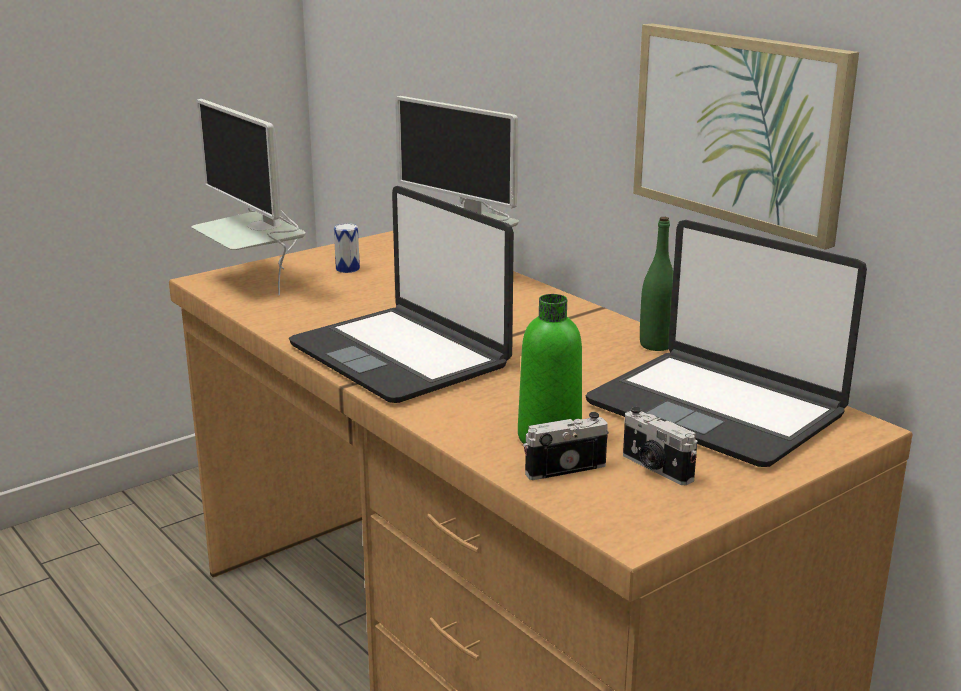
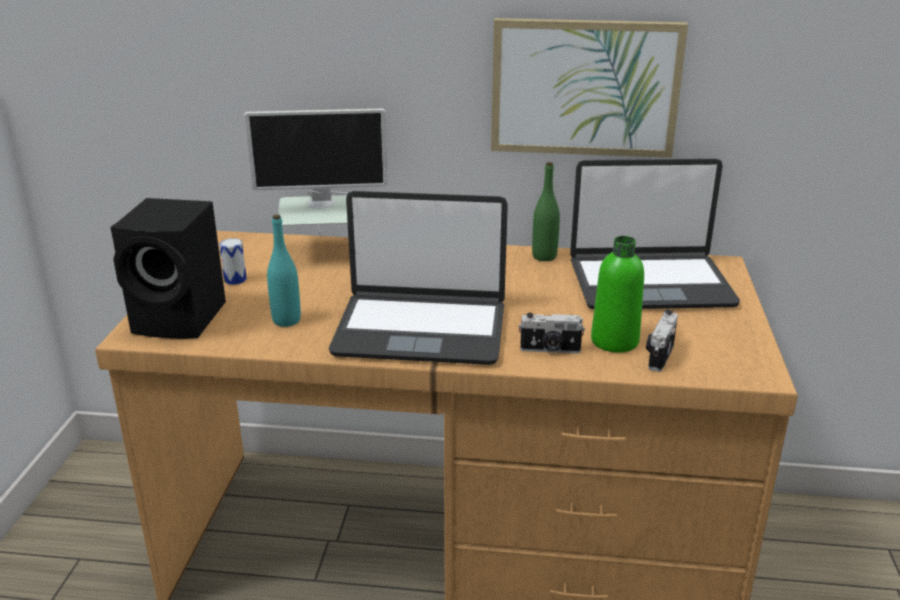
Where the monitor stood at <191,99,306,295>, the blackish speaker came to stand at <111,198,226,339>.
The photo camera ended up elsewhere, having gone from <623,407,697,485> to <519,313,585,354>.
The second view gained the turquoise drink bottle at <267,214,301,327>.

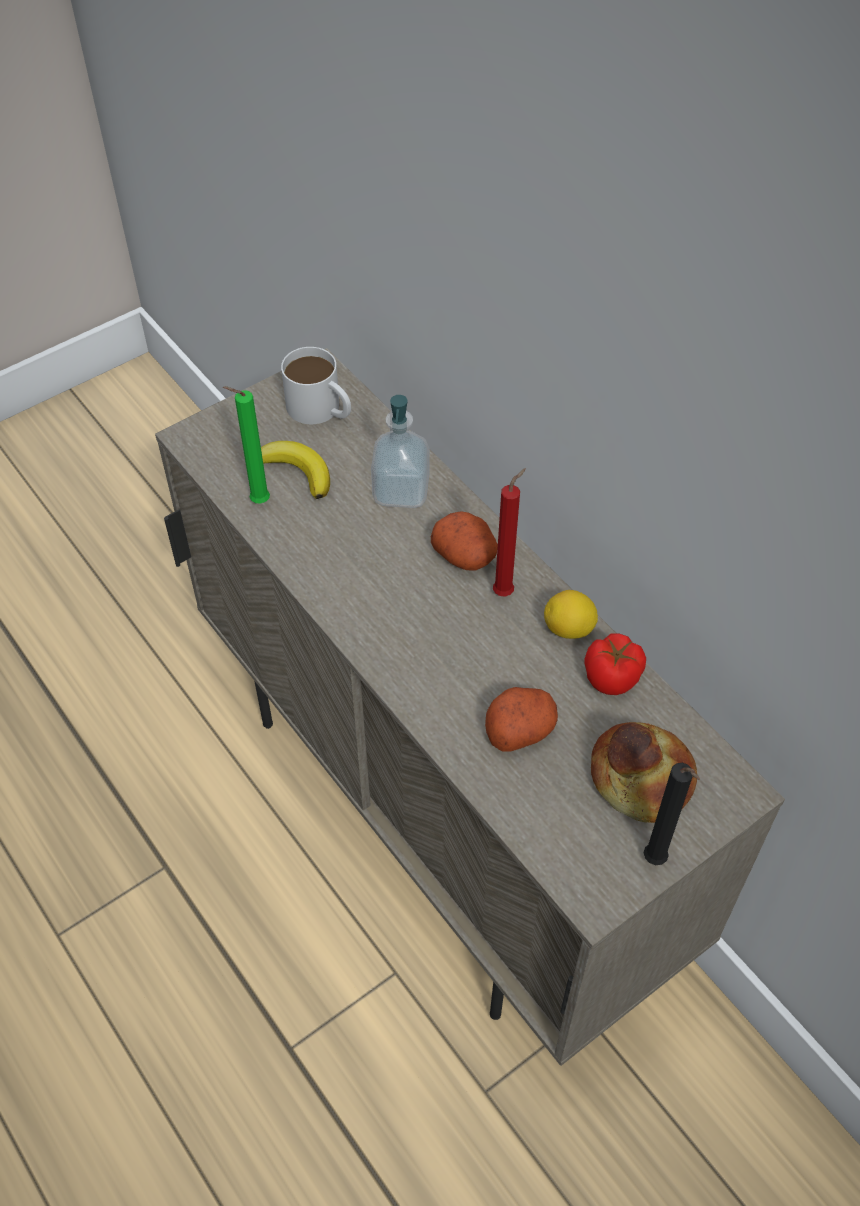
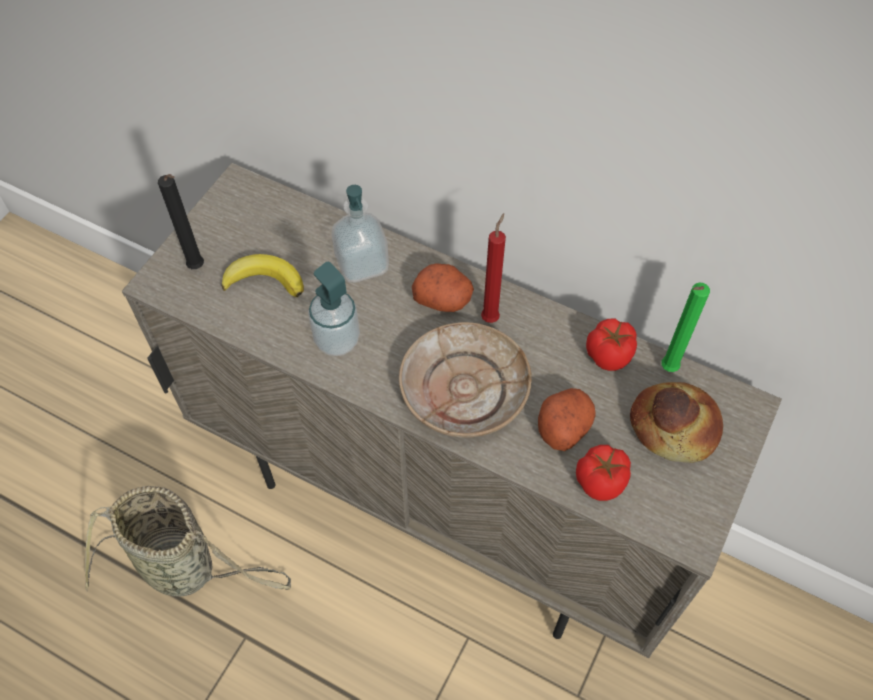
The green-coloured candle ended up elsewhere, having gone from <223,386,270,503> to <661,282,710,372>.
The second view lost the white-coloured mug at <281,347,351,424>.
The second view lost the lemon at <544,590,598,639>.
The blackish candle ended up elsewhere, having gone from <644,763,700,865> to <158,174,204,269>.
The second view gained the basket at <85,486,291,597>.
The second view gained the liquid soap bottle at <308,262,360,356>.
The second view gained the sand-coloured plate at <399,322,532,438>.
The second view gained the whole tomato at <576,445,631,501>.

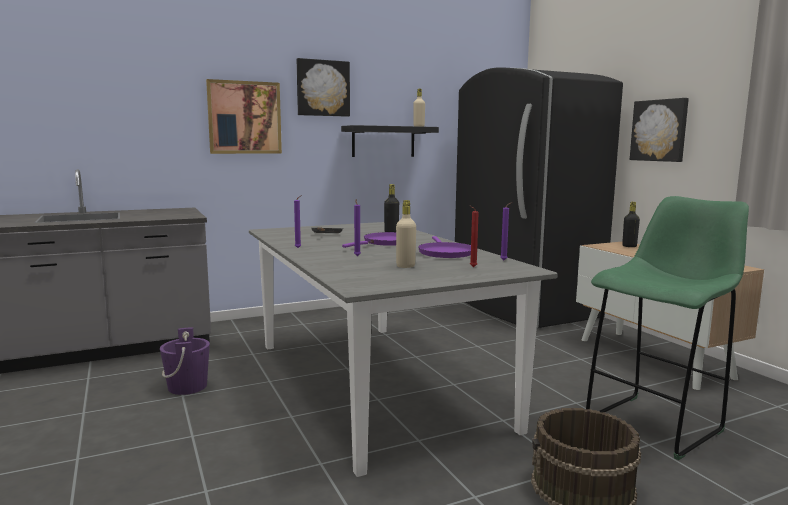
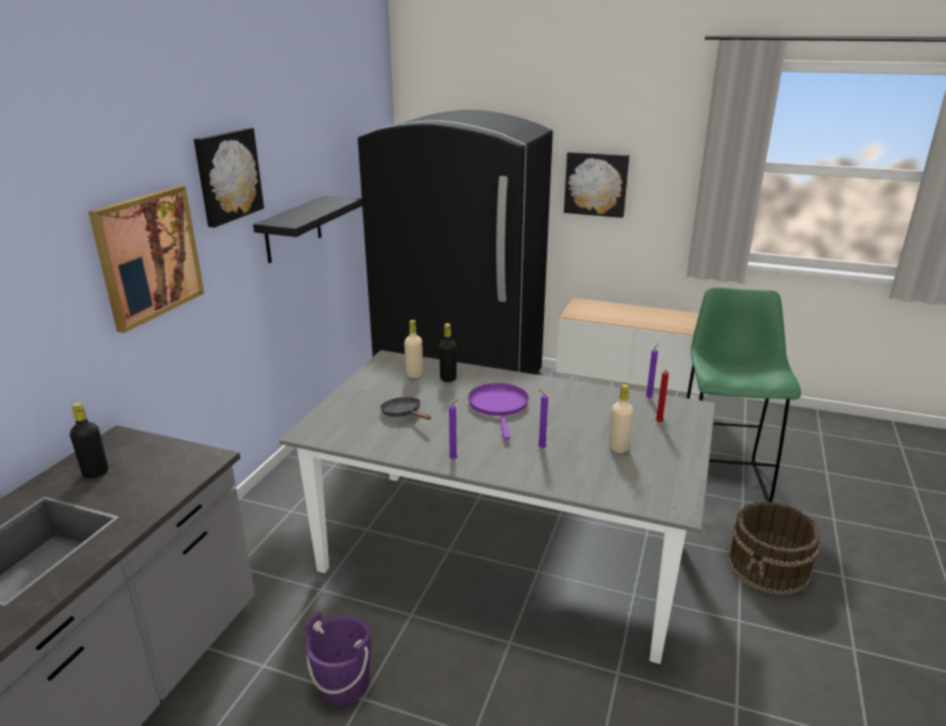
The sand-coloured drink bottle ended up elsewhere, having gone from <413,89,425,127> to <404,320,423,378>.
The second view lost the purple-coloured frying pan at <418,236,471,258>.
The blackish drink bottle ended up elsewhere, having gone from <622,202,640,247> to <70,403,108,478>.

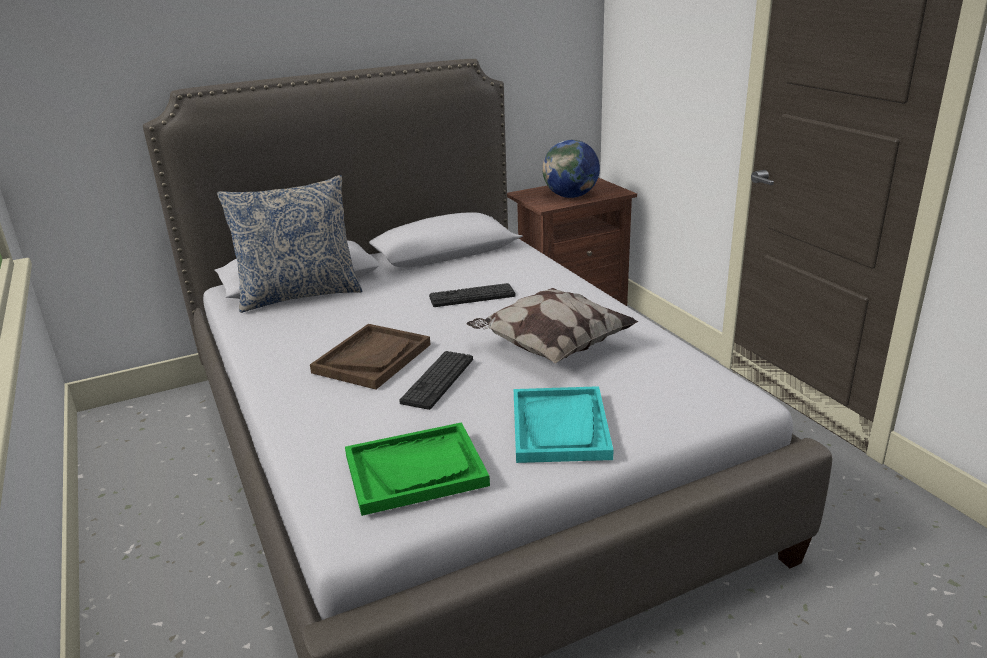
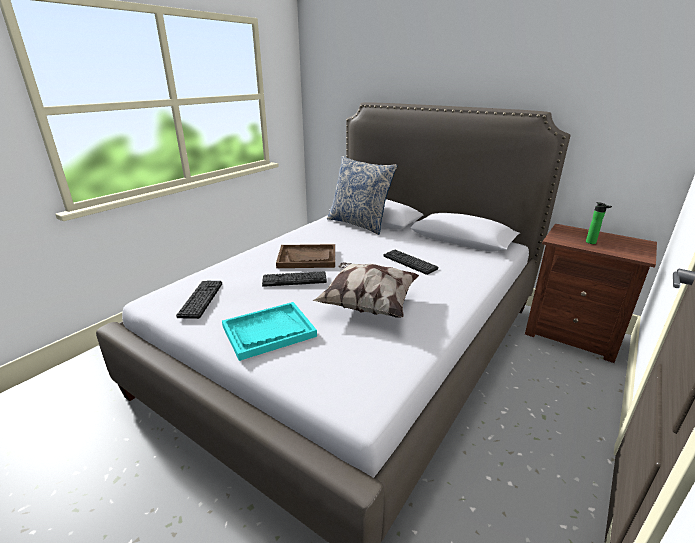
Where the green-coloured tray stood at <345,422,490,516>, the PC keyboard came to stand at <176,281,222,319>.
Where the globe stood at <542,140,600,198>, the drink bottle came to stand at <586,202,612,244>.

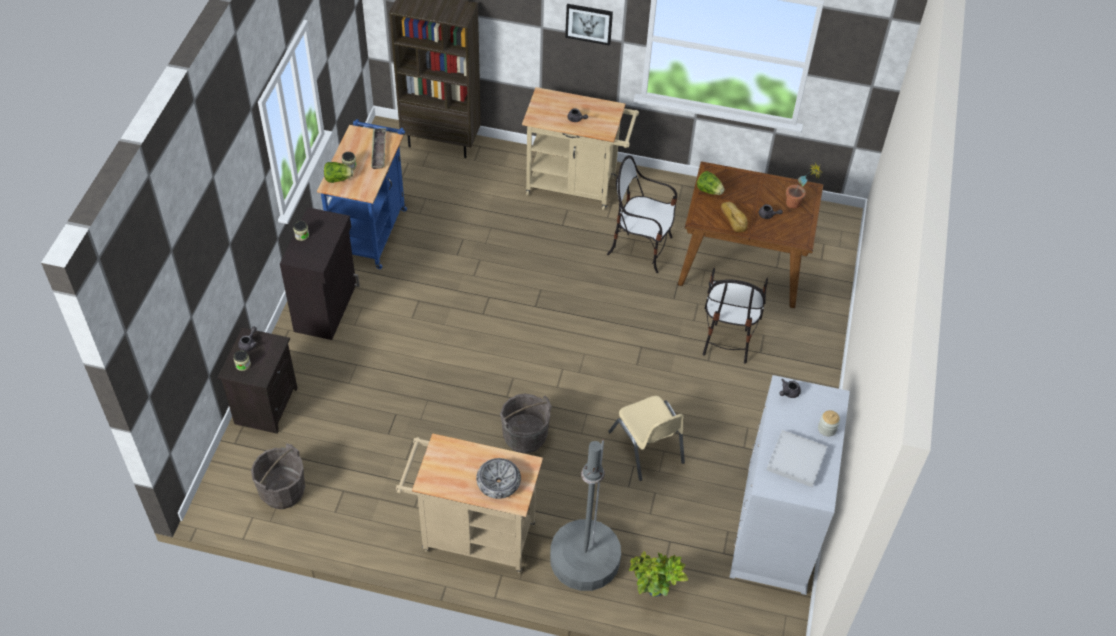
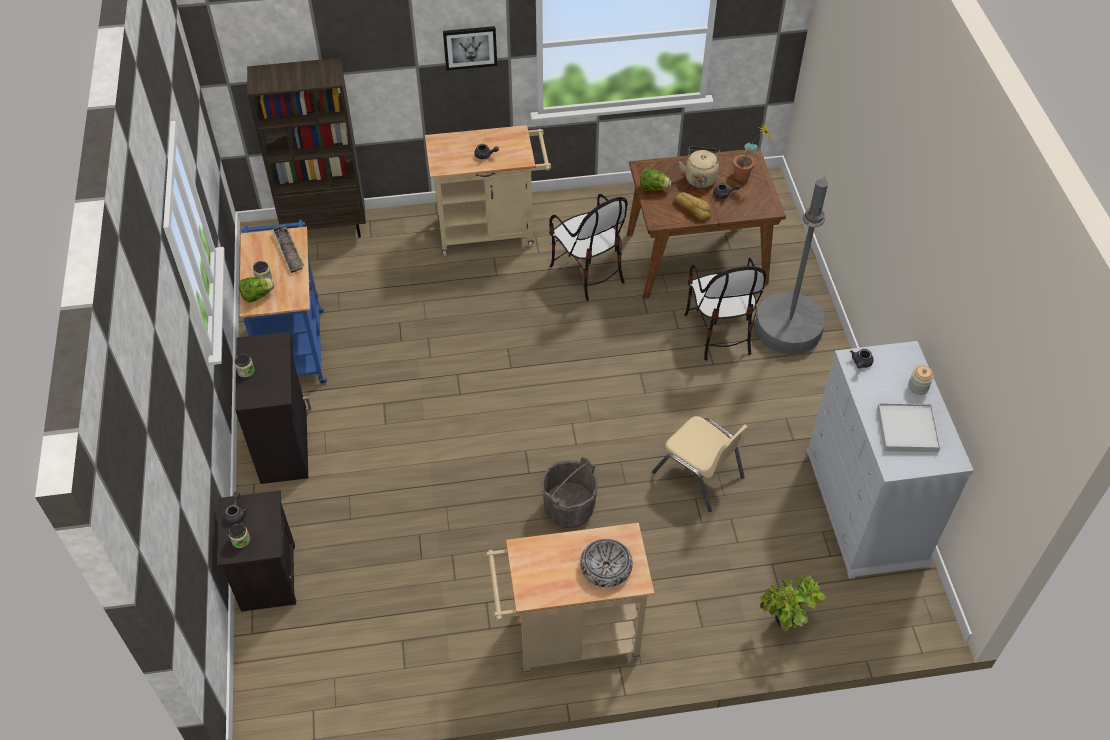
The second view lost the grey bucket at <251,444,305,509>.
The grey floor lamp ended up elsewhere, having gone from <550,439,621,591> to <755,176,828,355>.
The plain chair at <607,155,677,273> ended up facing another way, 120 degrees counterclockwise from before.
The second view gained the sand-coloured kettle at <679,147,720,188>.

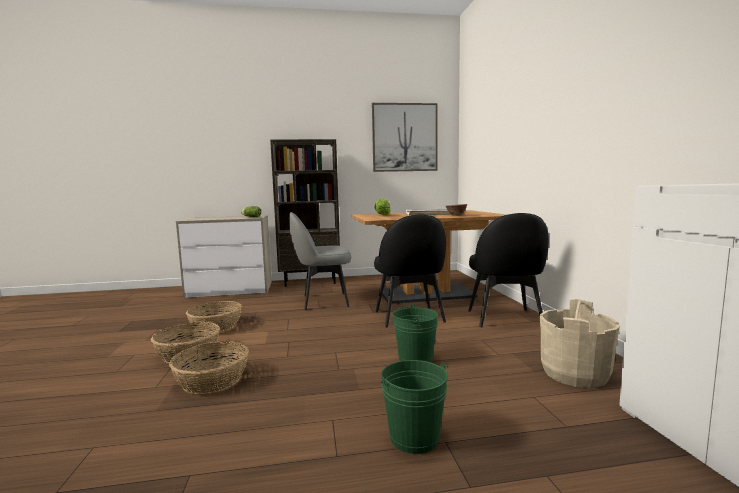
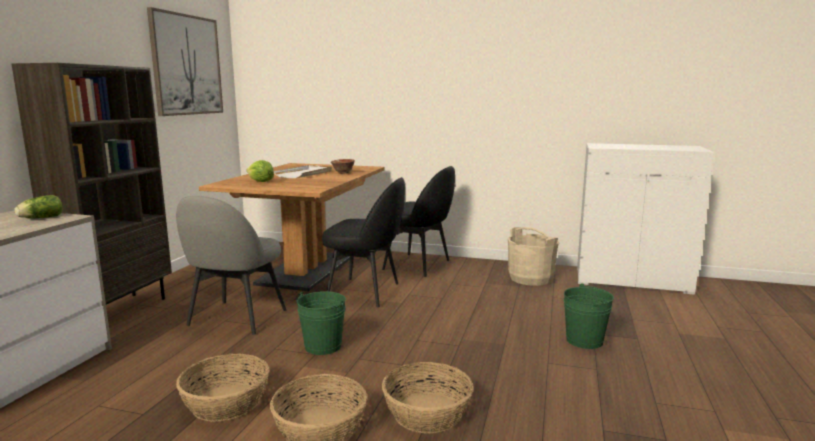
The green-coloured bucket ended up elsewhere, having gone from <393,304,438,362> to <296,291,346,355>.

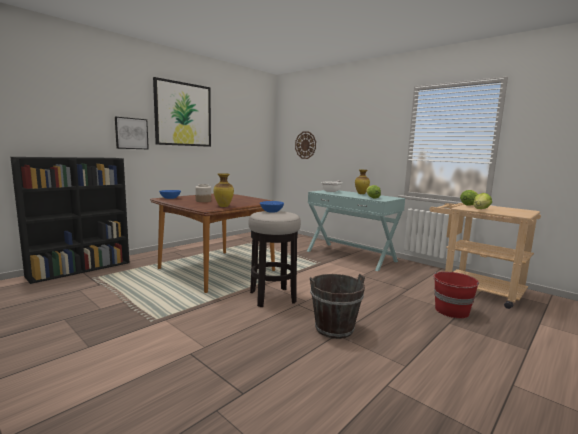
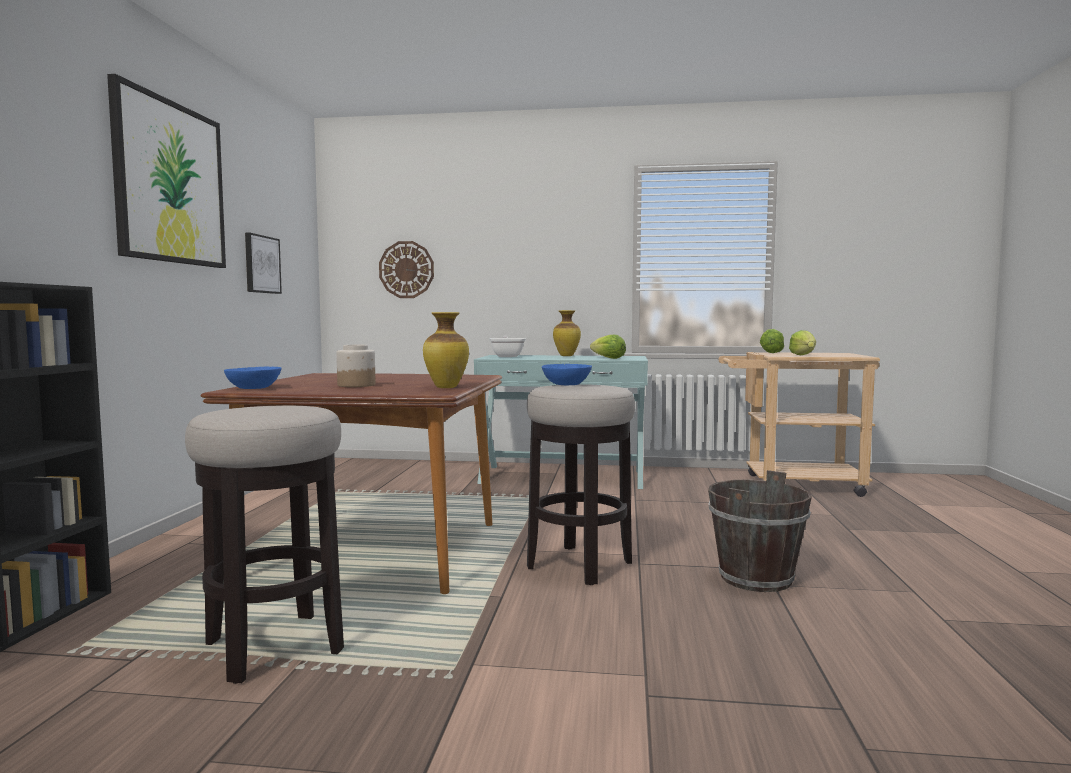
The picture ended up elsewhere, having gone from <115,117,149,149> to <245,233,282,294>.
The second view lost the red-coloured bucket at <433,272,479,318>.
The second view gained the stool at <185,406,344,684>.

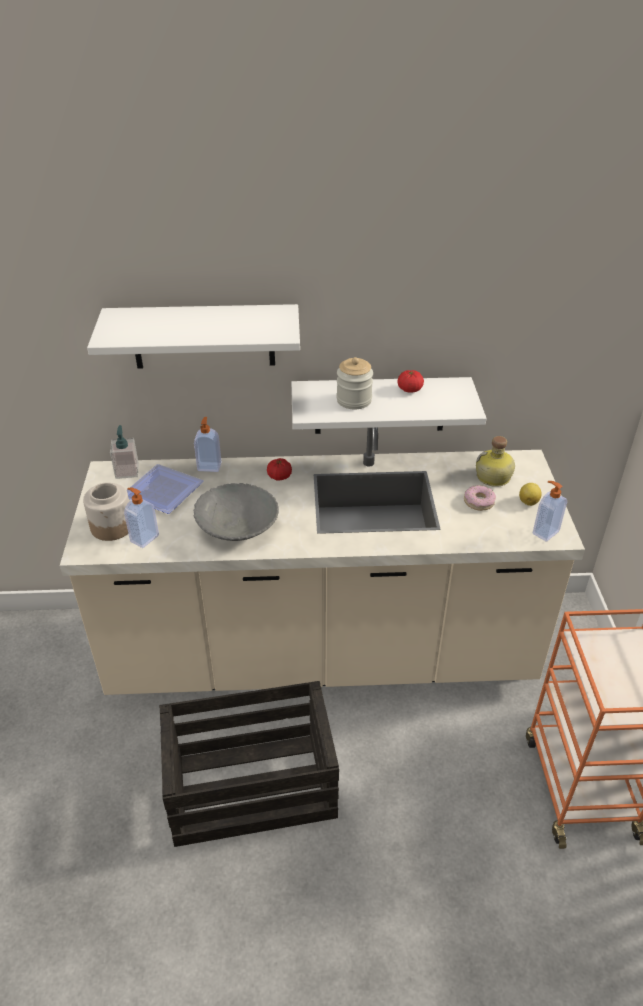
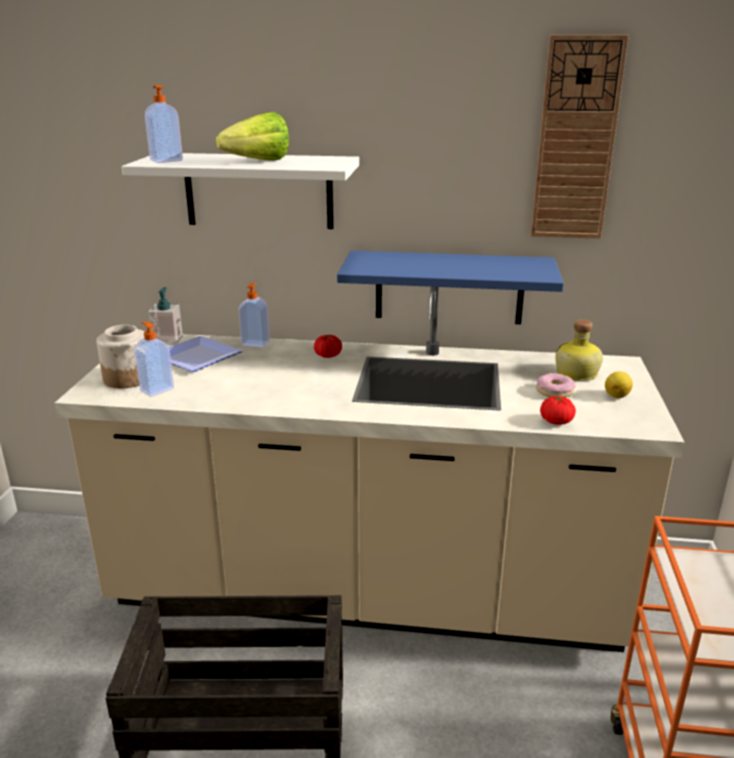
The second view lost the grey bowl at <194,483,279,541>.
What was the white-coloured shelf at <291,377,487,434> turned into the blue-coloured shelf at <337,251,564,324>.
The second view lost the jar at <337,357,373,409>.
The whole tomato ended up elsewhere, having gone from <397,370,424,393> to <540,396,576,425>.
The liquid soap bottle ended up elsewhere, having gone from <532,481,567,542> to <145,85,183,163>.
The second view gained the lettuce at <216,112,289,161>.
The second view gained the hanging clock at <531,35,629,239>.

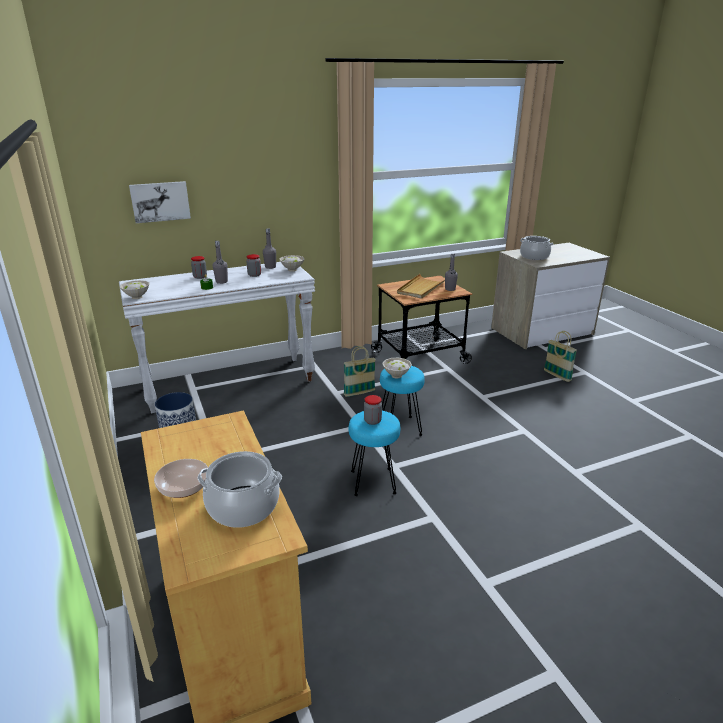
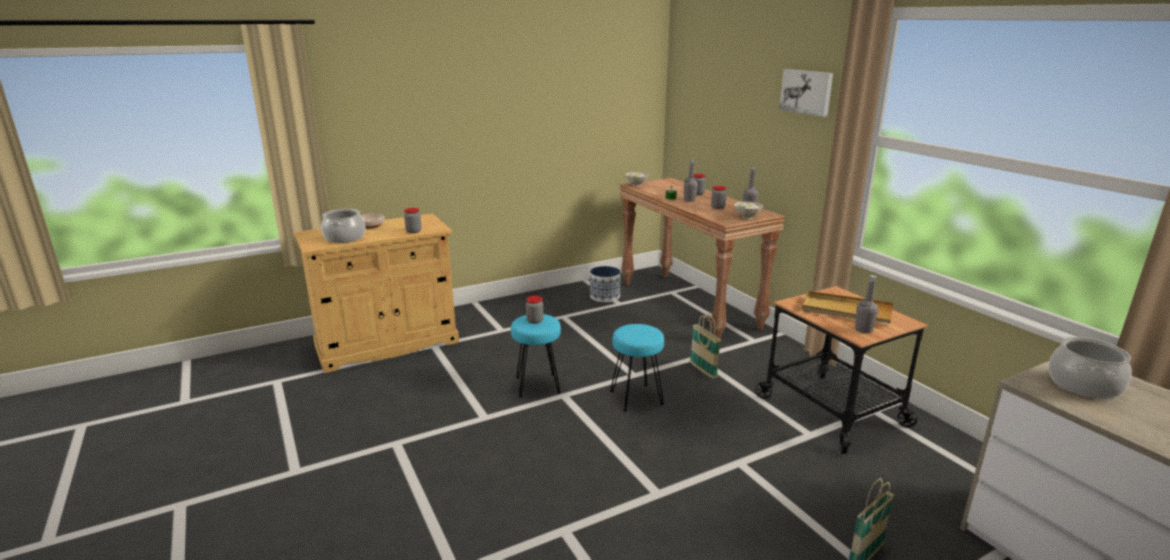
What was the white-coloured narrow table at <119,262,315,413> turned into the brown-coloured narrow table at <620,178,785,339>.
The picture ended up elsewhere, having gone from <129,181,191,223> to <779,69,833,117>.
The second view lost the white-coloured bowl at <383,358,412,378>.
The second view gained the jar at <404,208,422,233>.

